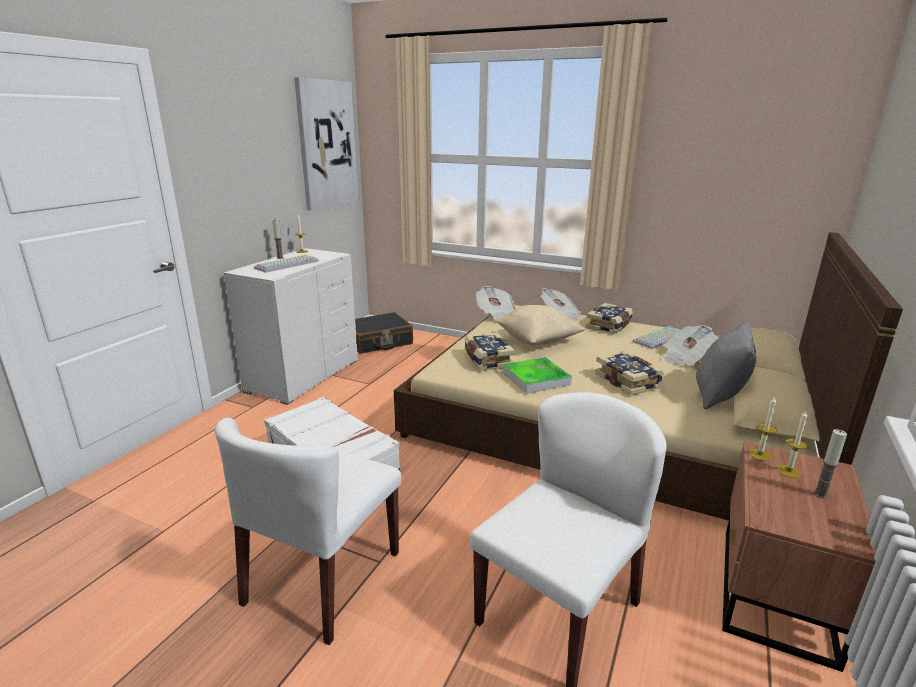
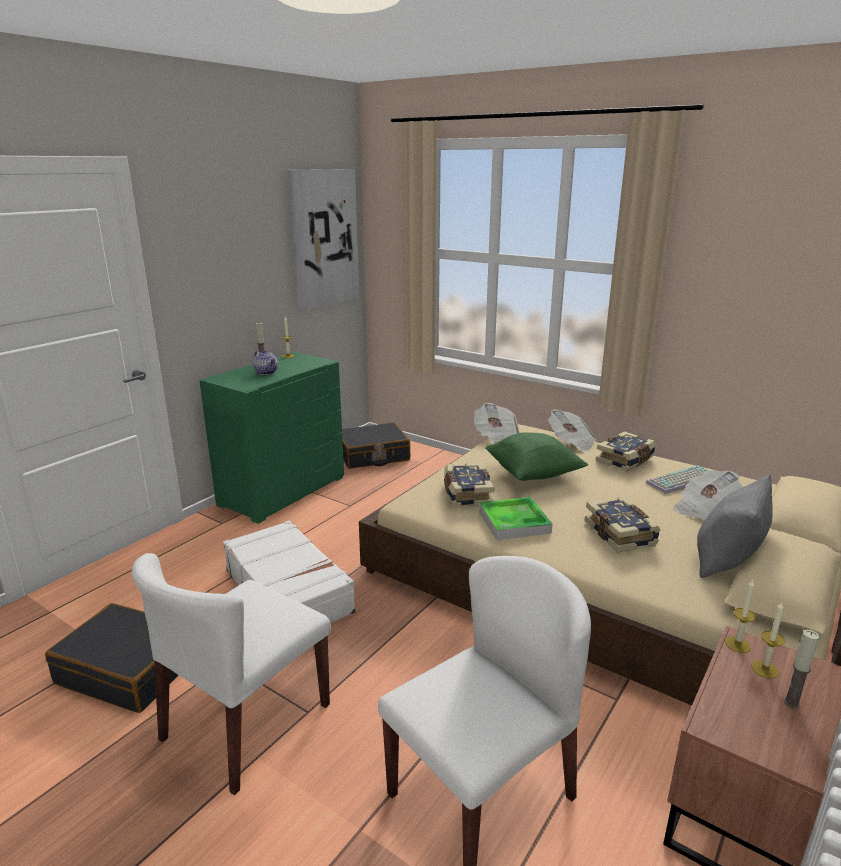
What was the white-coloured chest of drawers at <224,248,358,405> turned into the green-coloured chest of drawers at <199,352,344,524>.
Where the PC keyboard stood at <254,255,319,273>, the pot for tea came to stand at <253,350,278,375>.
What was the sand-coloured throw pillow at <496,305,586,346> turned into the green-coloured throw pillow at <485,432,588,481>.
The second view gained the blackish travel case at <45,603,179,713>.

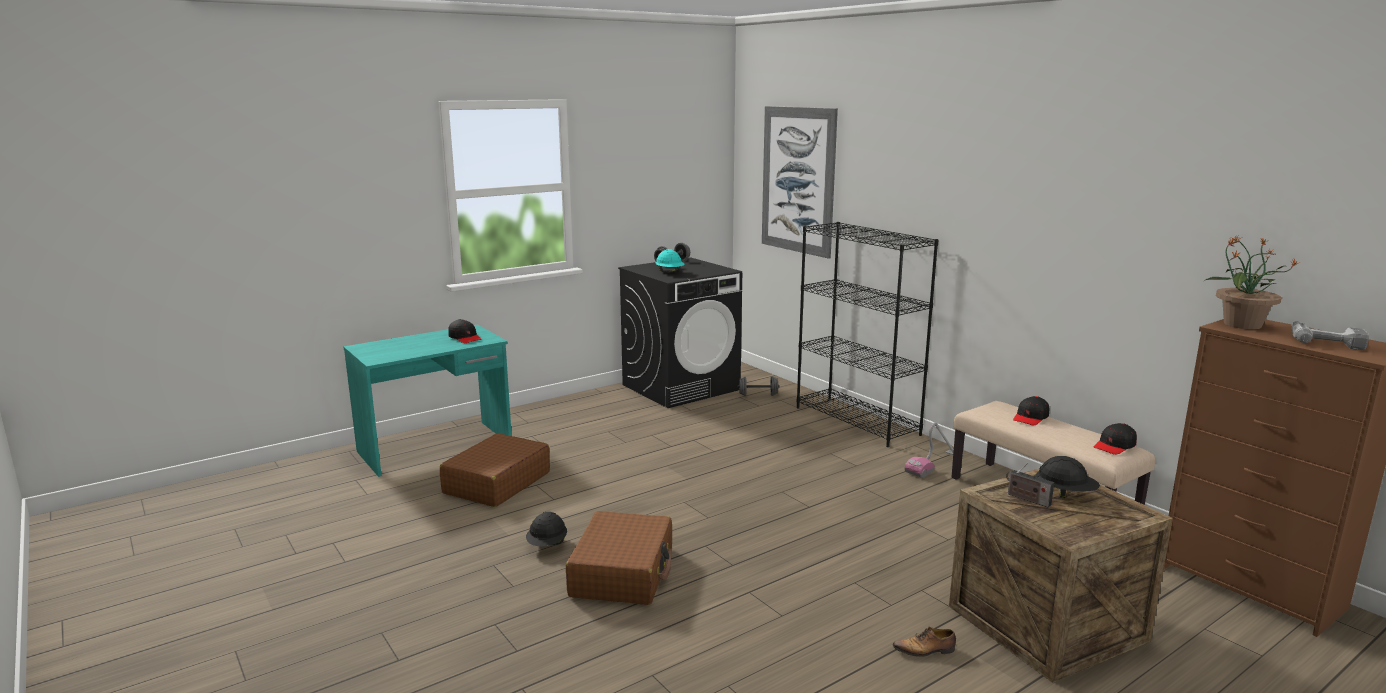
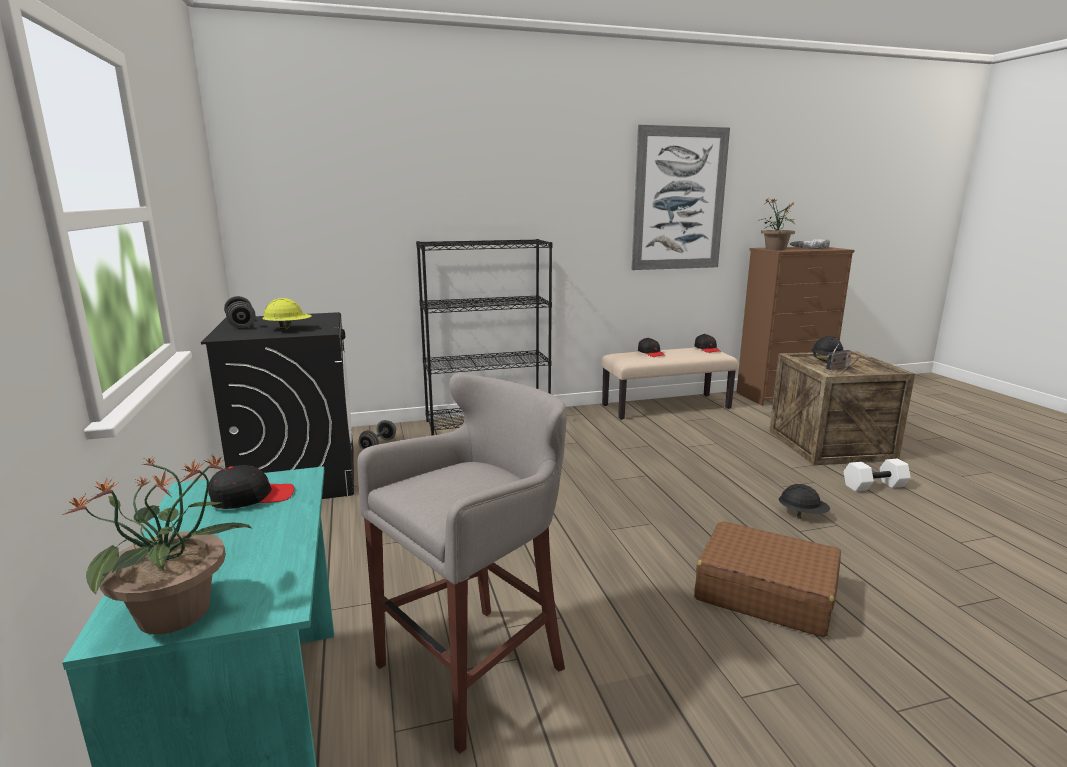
Where the brown-coloured travel case stood at <440,433,550,507>, the grey stool came to stand at <357,373,567,754>.
The blackish hard hat ended up elsewhere, having gone from <526,512,567,546> to <779,484,830,518>.
What was the turquoise hard hat at <655,249,685,273> turned into the yellowish hard hat at <262,298,312,330>.
The picture ended up elsewhere, having gone from <762,106,838,259> to <631,125,730,270>.
Where the item of footwear stood at <892,627,956,657>, the white-coloured dumbbell came to stand at <844,458,911,491>.
The second view lost the vacuum cleaner at <904,423,964,478>.
The second view gained the potted plant at <62,454,253,634>.

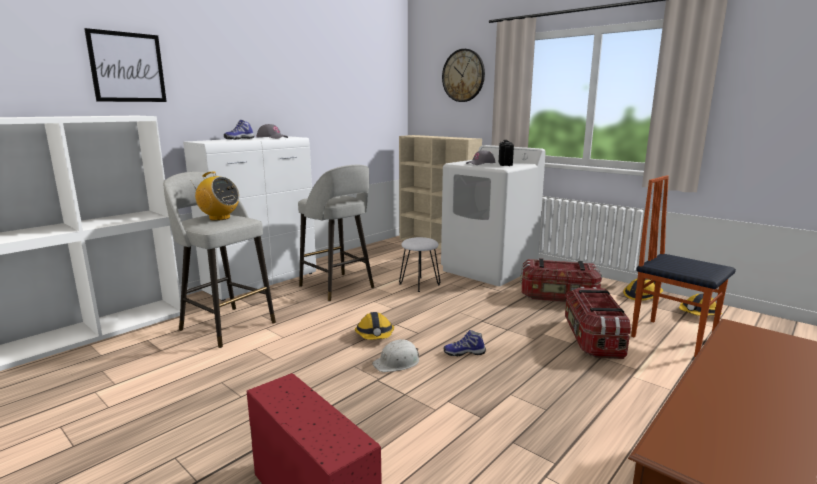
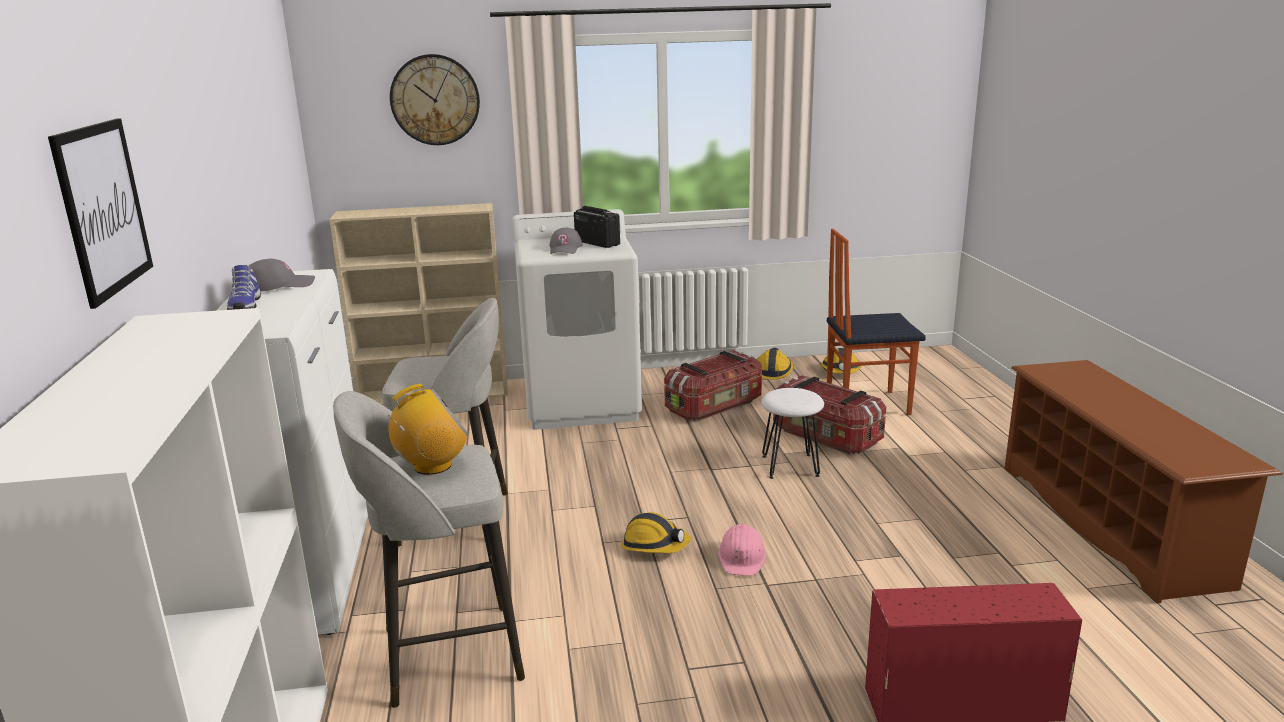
What was the white-coloured hard hat at <372,339,419,372> turned into the pink-coloured hard hat at <718,524,766,576>.
The white-coloured stool ended up elsewhere, having gone from <399,237,440,292> to <761,388,824,479>.
The second view lost the item of footwear at <444,330,486,356>.

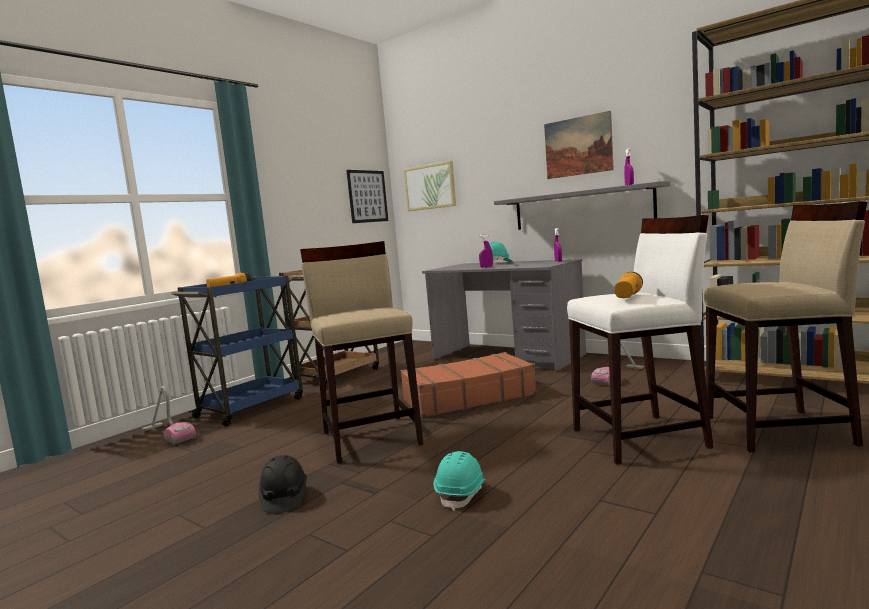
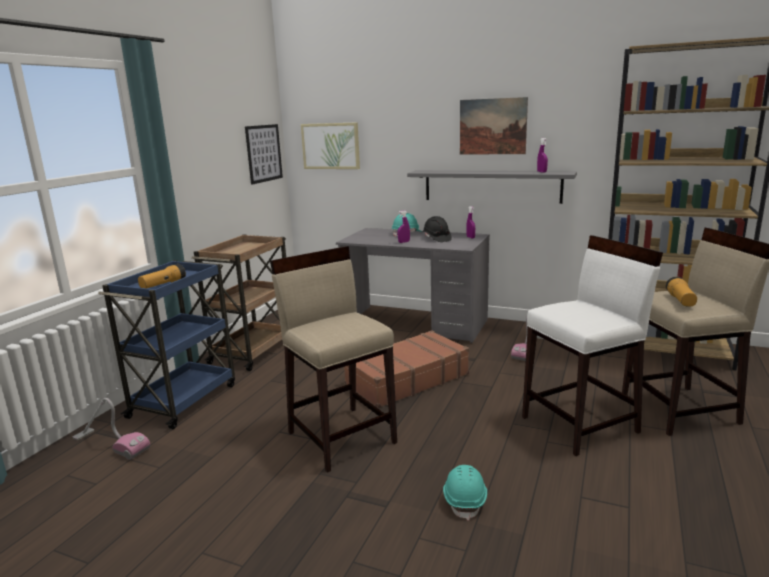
The blackish hard hat ended up elsewhere, having gone from <258,455,307,514> to <423,216,452,242>.
The hand torch ended up elsewhere, having gone from <615,272,643,298> to <666,277,697,306>.

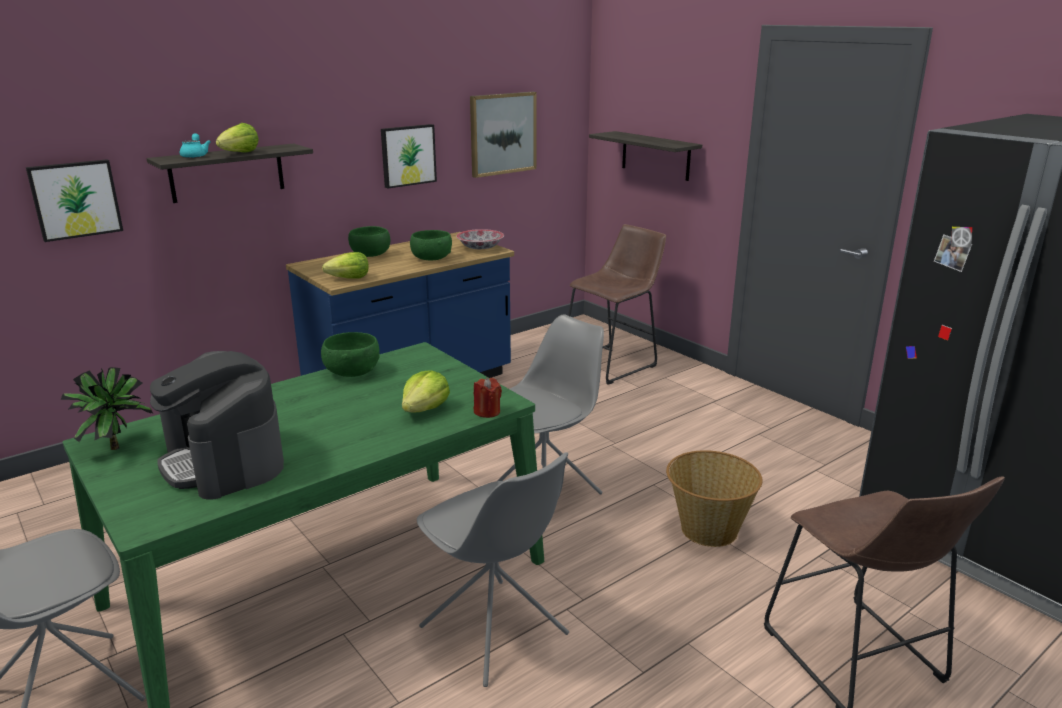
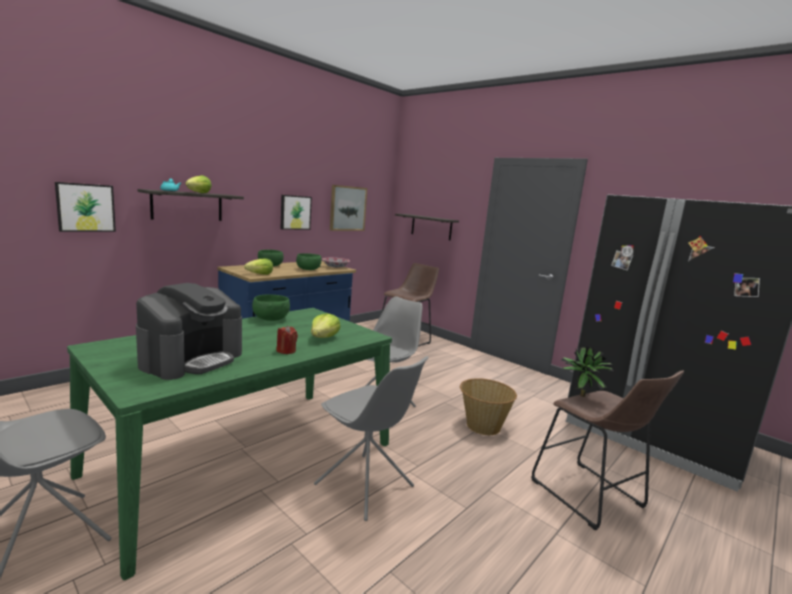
The potted plant ended up elsewhere, having gone from <61,367,153,450> to <561,347,613,397>.
The coffee machine at <150,351,284,500> ended up facing another way, 105 degrees counterclockwise from before.
The red-coloured candle ended up elsewhere, having gone from <474,378,502,418> to <276,326,298,354>.

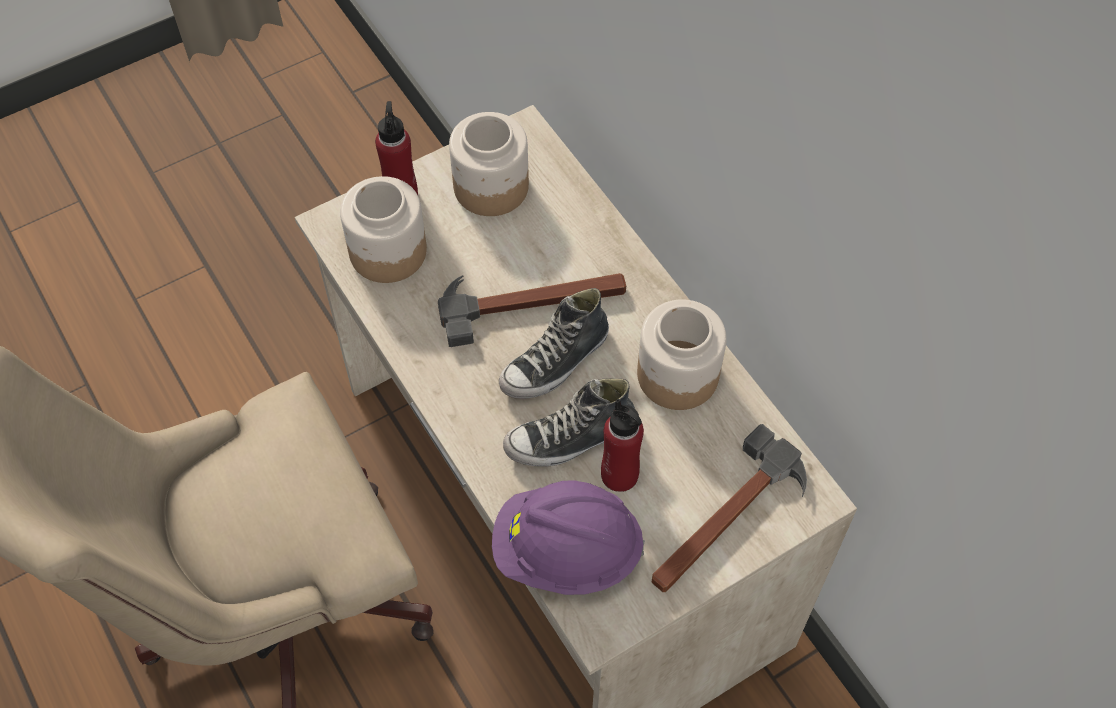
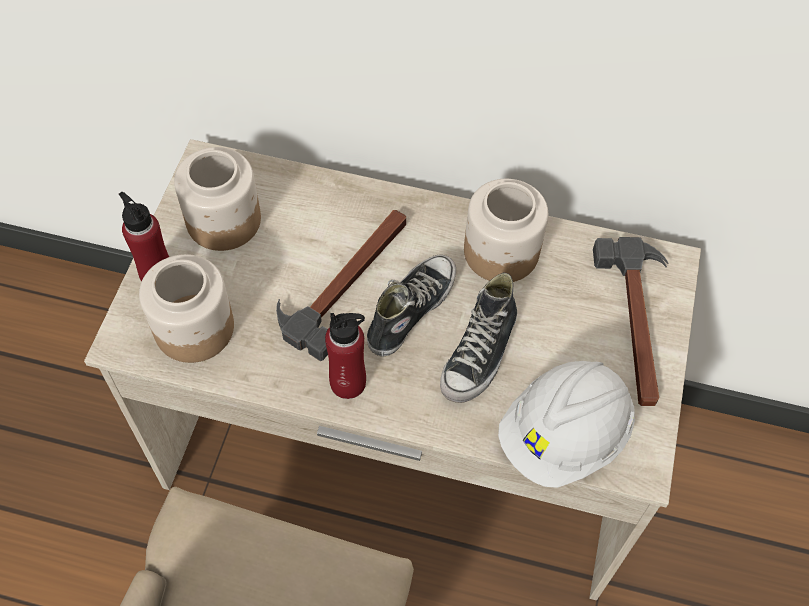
What was the purple-coloured hard hat at <492,480,645,595> turned into the white-coloured hard hat at <498,361,635,488>.
The item of footwear at <499,288,609,399> ended up facing another way, 150 degrees counterclockwise from before.
The red-coloured drink bottle ended up elsewhere, having gone from <601,399,644,492> to <325,313,366,399>.

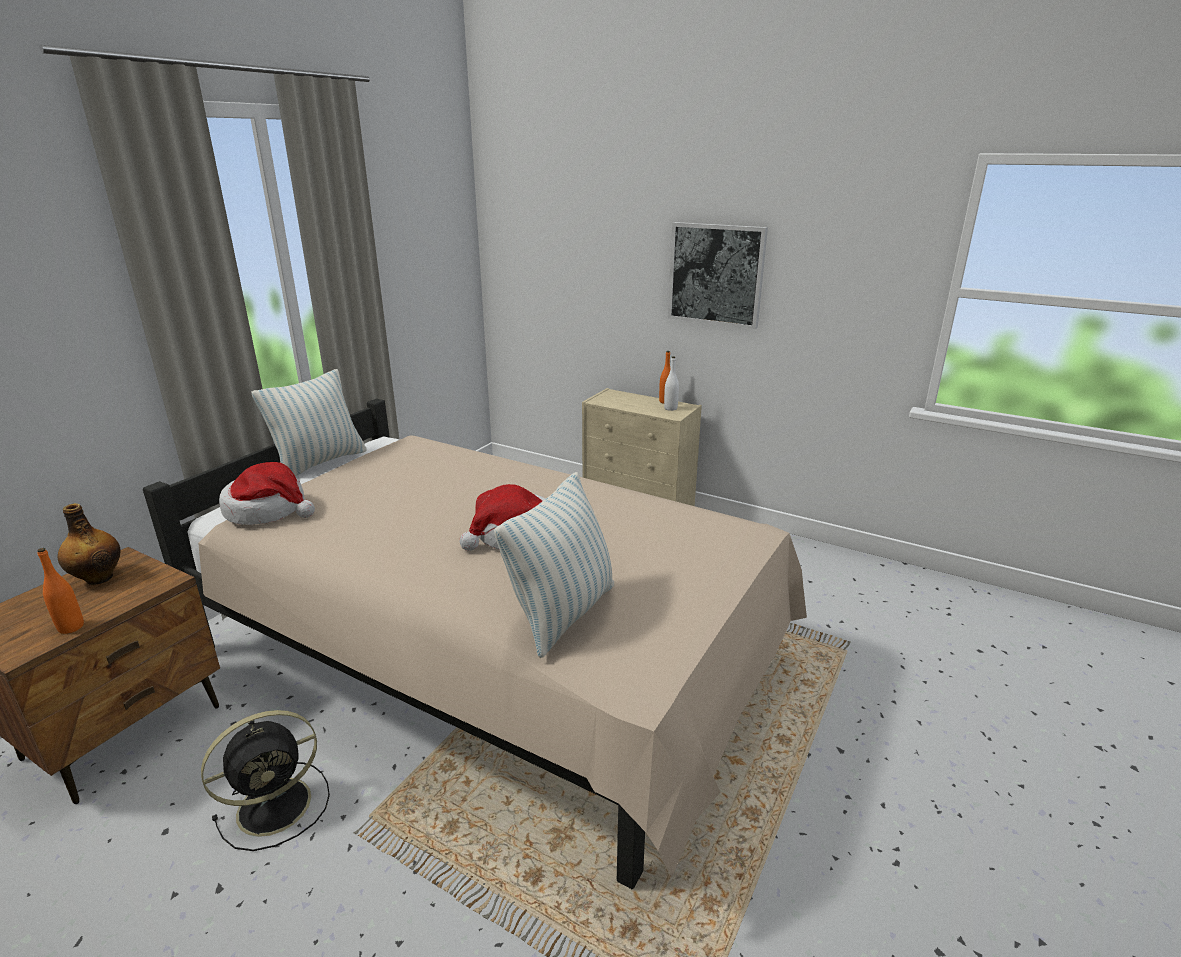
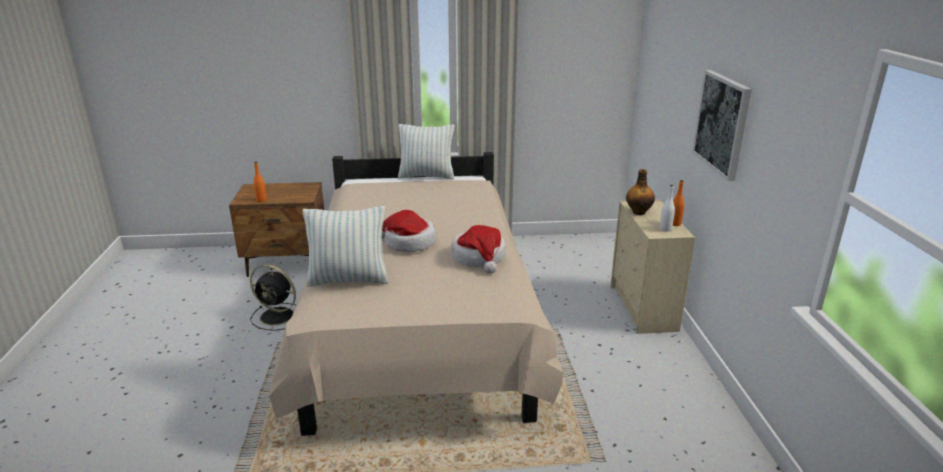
The drink bottle ended up elsewhere, having gone from <58,503,121,585> to <626,169,655,215>.
The hat ended up elsewhere, having gone from <219,462,315,525> to <452,225,506,274>.

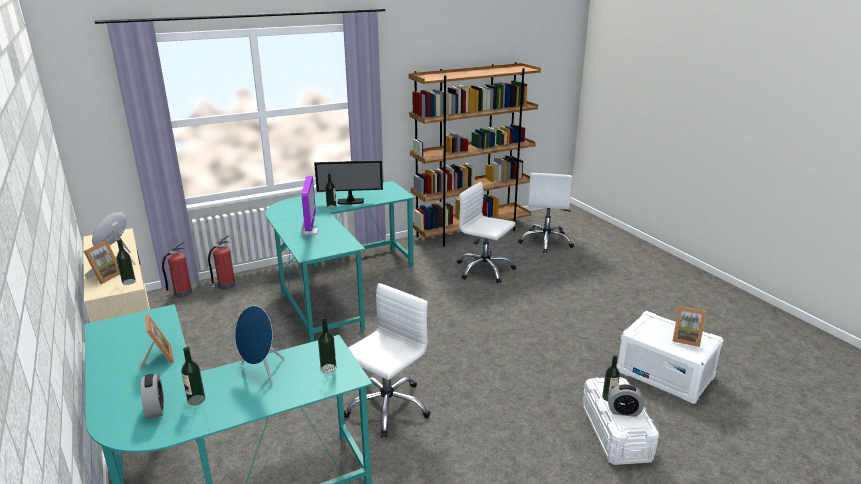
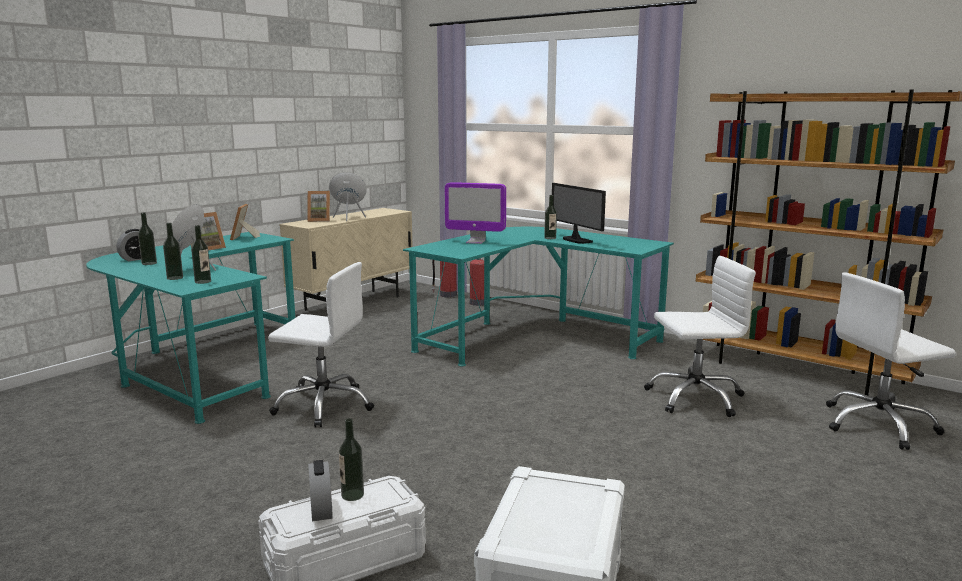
The drink bottle ended up elsewhere, having gone from <116,239,136,285> to <163,223,183,280>.
The monitor at <301,176,318,235> ended up facing another way, 45 degrees clockwise from before.
The white-coloured computer chair at <457,182,516,283> ended up facing another way, 75 degrees clockwise from before.
The picture frame ended up elsewhere, having gone from <673,306,706,347> to <230,204,260,241>.

